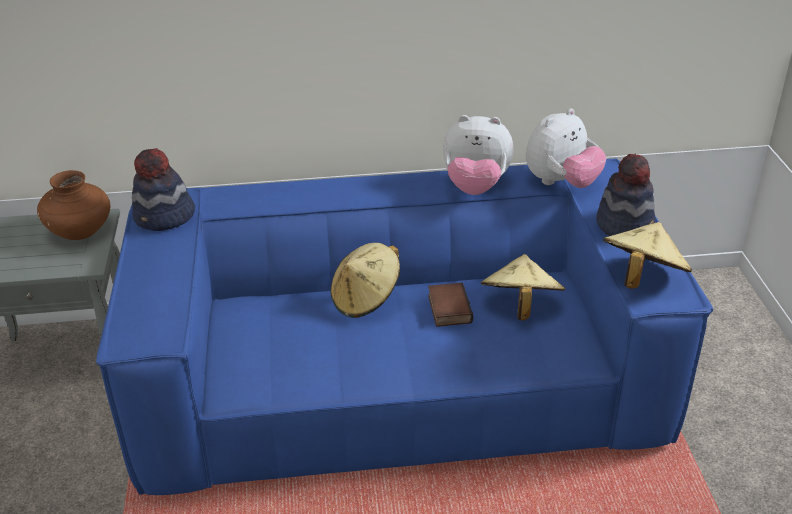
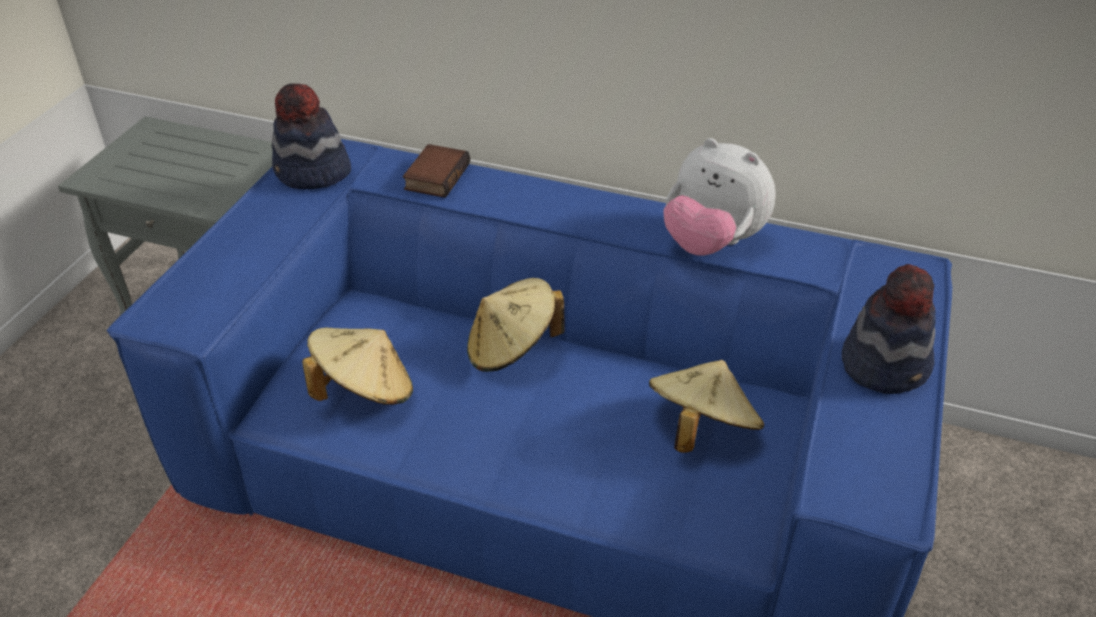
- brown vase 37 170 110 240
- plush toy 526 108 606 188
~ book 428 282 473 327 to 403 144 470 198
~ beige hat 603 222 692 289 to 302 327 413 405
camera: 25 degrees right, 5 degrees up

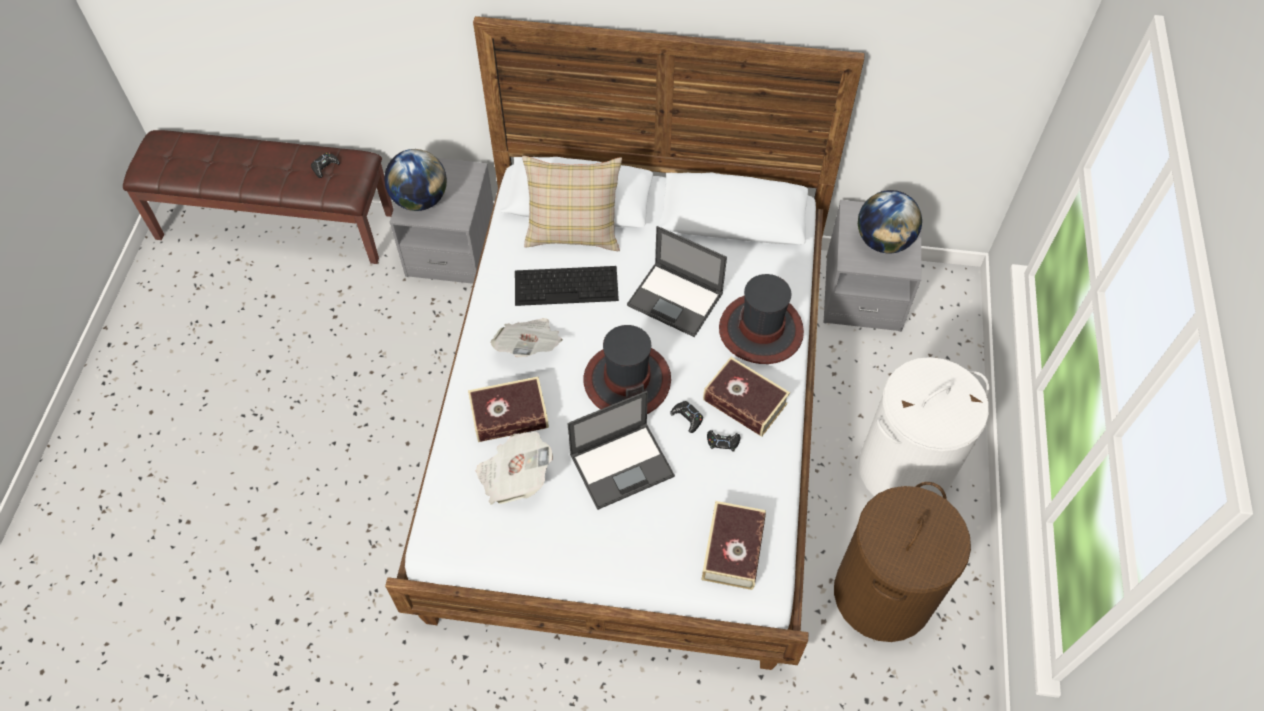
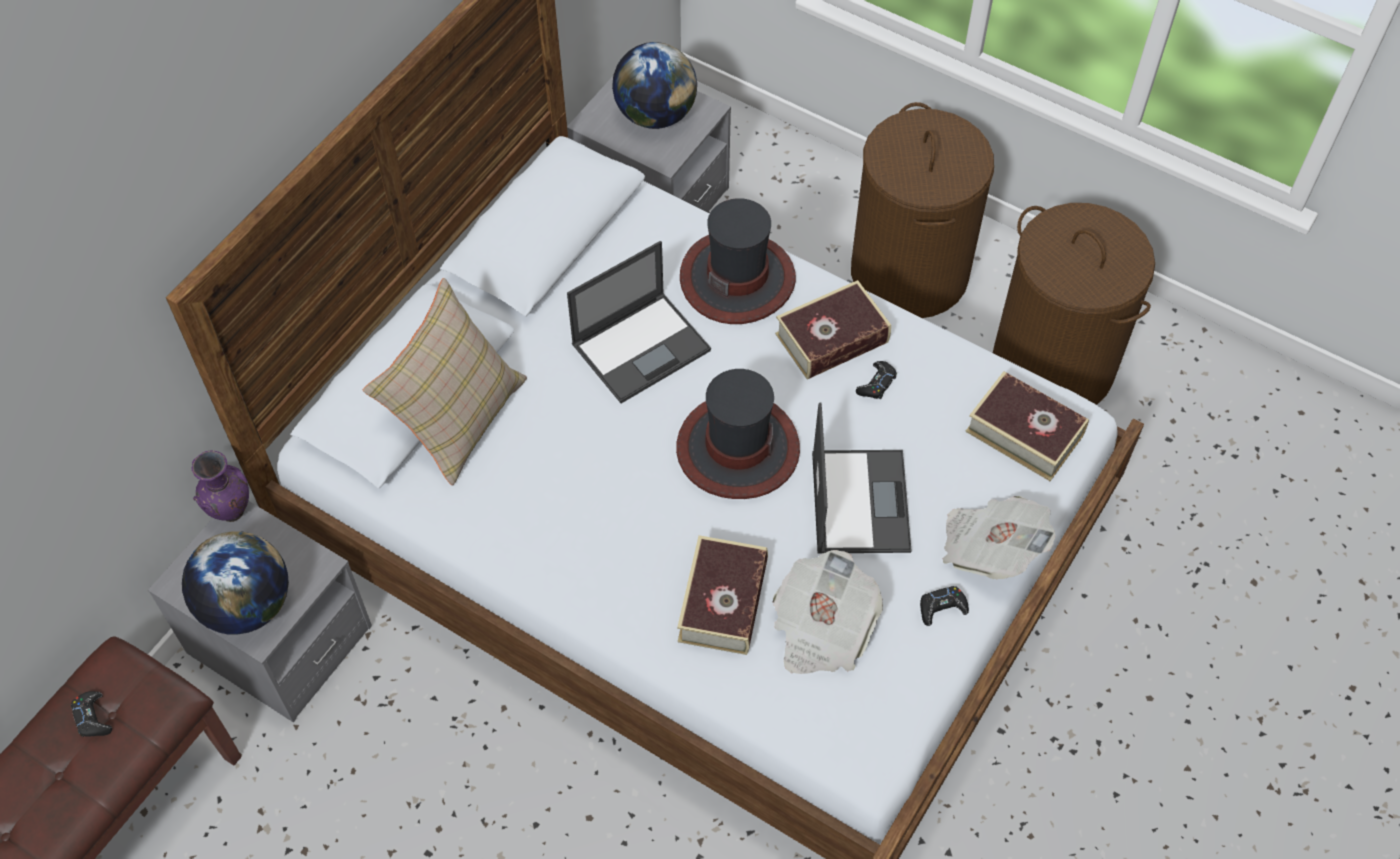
- keyboard 515 266 619 306
+ purple vase 191 451 249 522
~ newspaper 491 318 563 357 to 943 496 1055 579
~ black game controller 670 401 703 433 to 920 586 969 626
~ white laundry basket 859 357 989 497 to brown laundry basket 851 102 994 318
camera: 65 degrees left, 0 degrees up

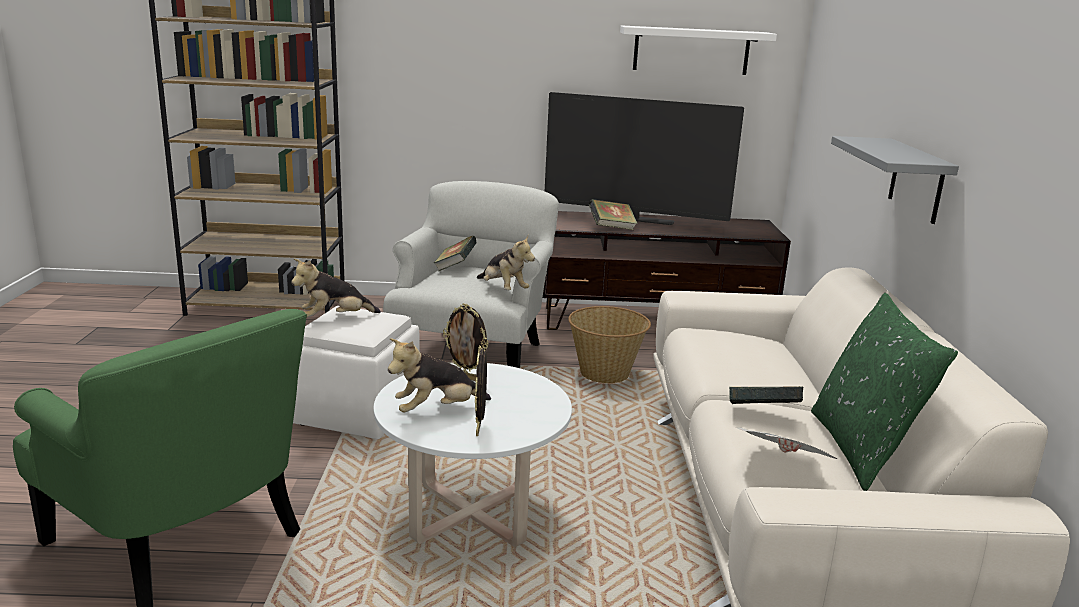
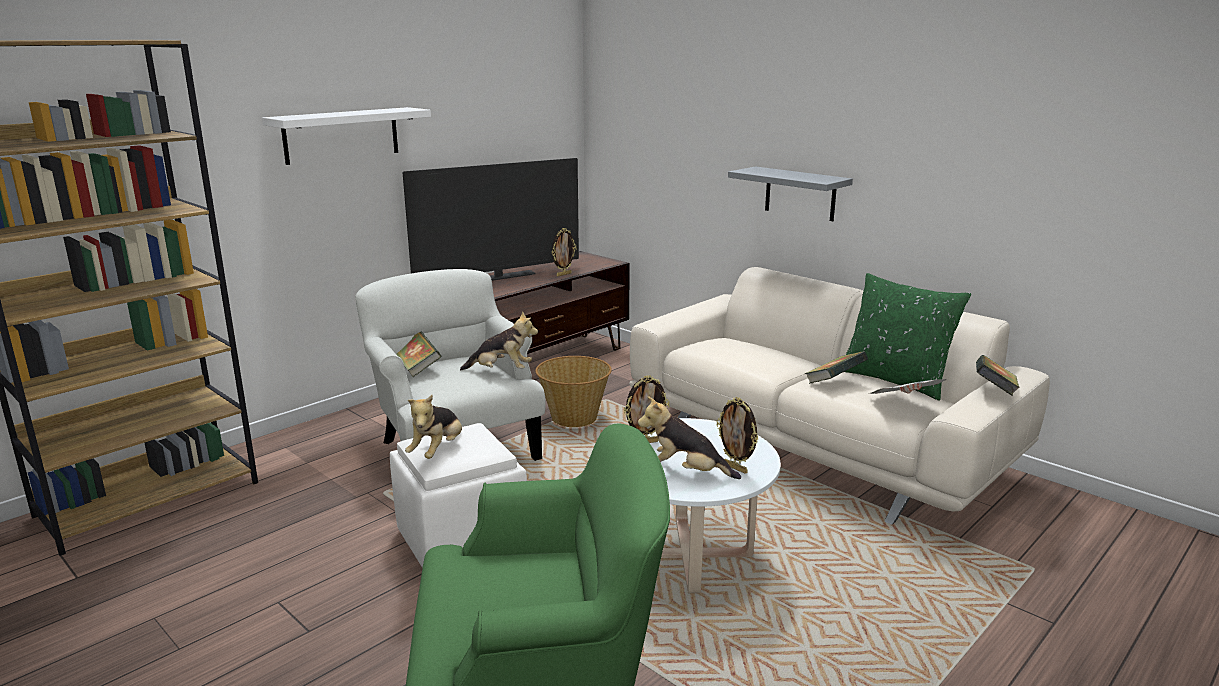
+ picture frame 552 228 576 276
~ book 589 199 638 230 to 976 355 1020 396
~ white shelf 620 25 777 75 to 262 107 431 165
~ plush toy 388 338 491 413 = 638 396 741 479 90 degrees clockwise
camera: 45 degrees left, 0 degrees up

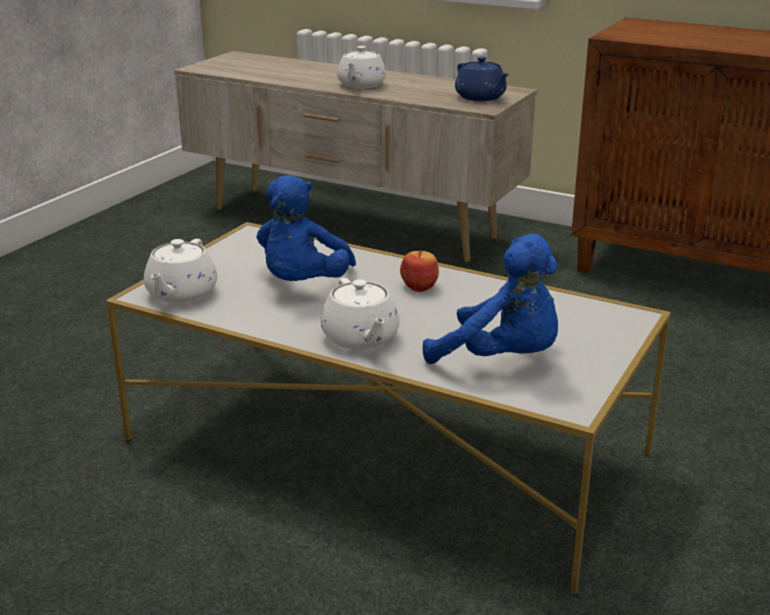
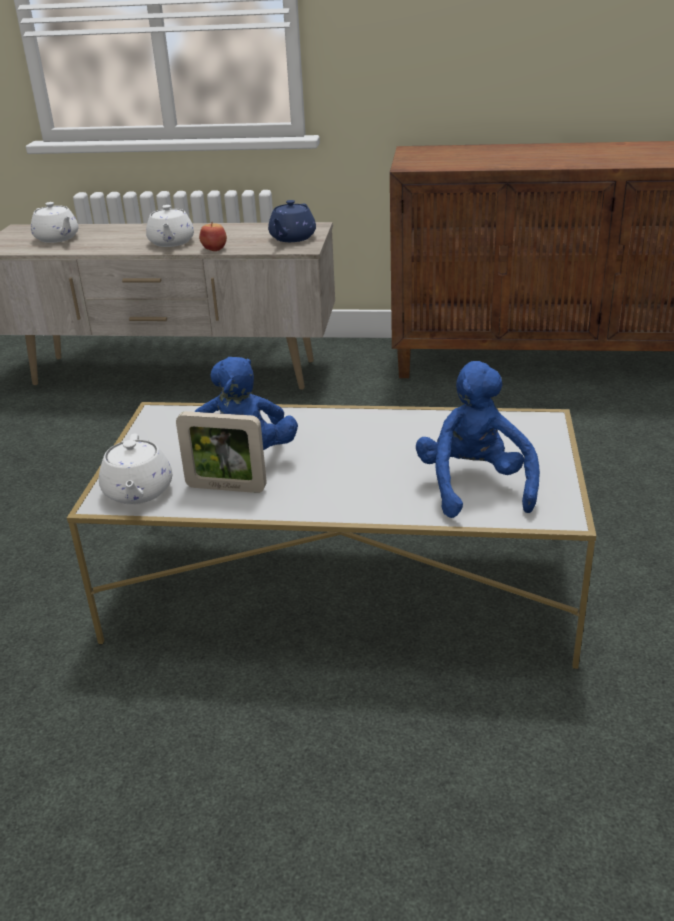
+ picture frame 176 411 267 493
~ white teapot 321 278 400 350 to 31 202 79 243
~ apple 400 250 439 292 to 199 222 227 251
~ blue plush toy 423 234 558 364 = 416 361 540 518 105 degrees counterclockwise
~ blue teapot 455 57 510 101 = 268 200 316 242 75 degrees clockwise
camera: 20 degrees left, 5 degrees up

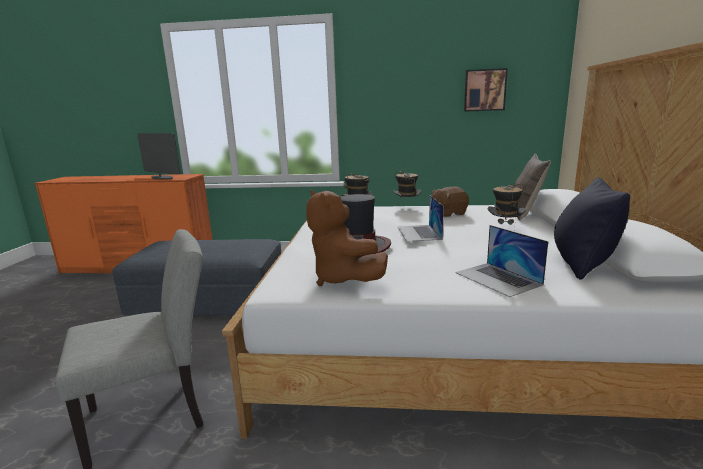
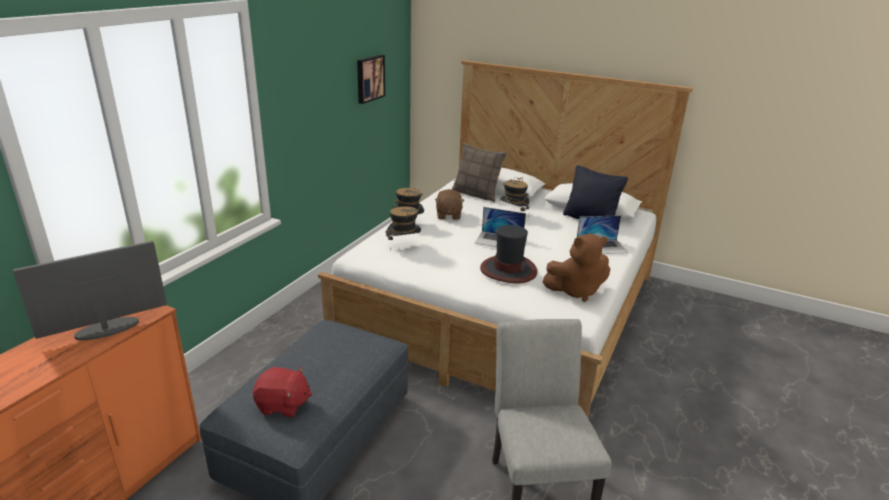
+ red plush toy 253 367 312 417
camera: 70 degrees left, 10 degrees up

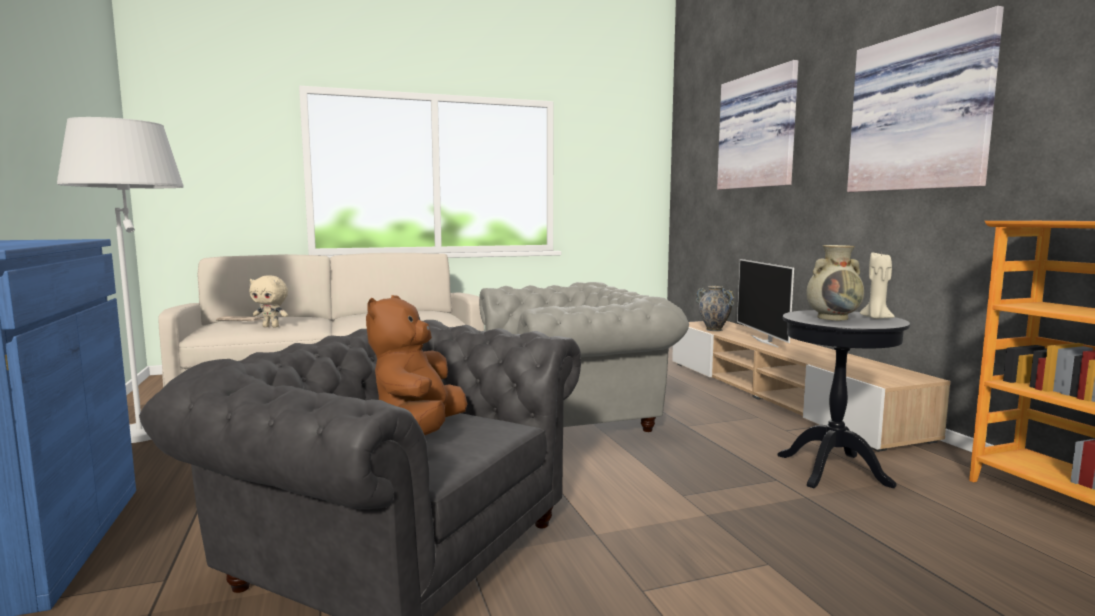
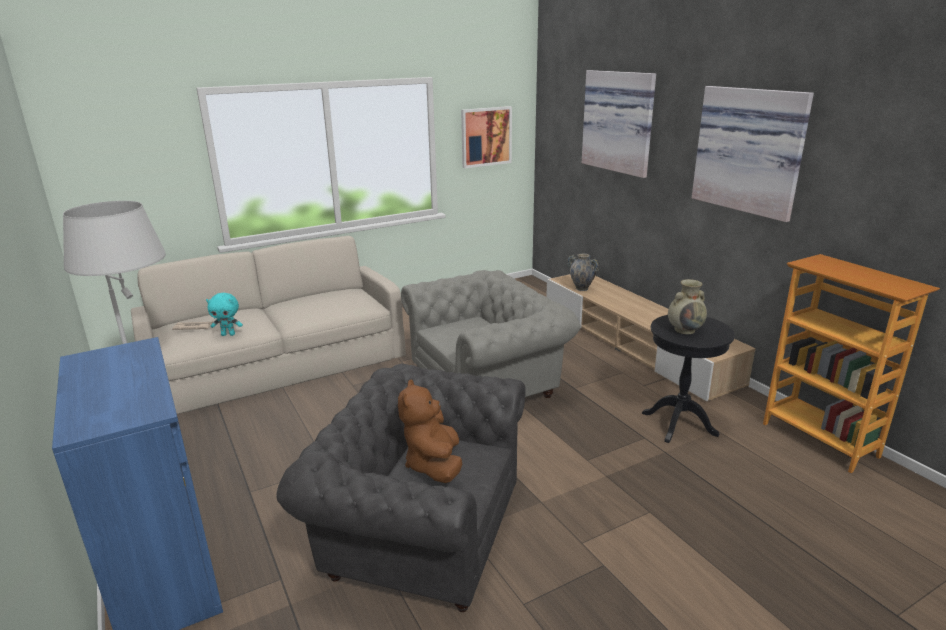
- television 737 259 794 347
- beige candle 860 252 895 319
+ picture 461 106 512 168
~ beige plush toy 250 275 288 327 to turquoise plush toy 206 293 243 336
camera: 10 degrees left, 15 degrees up

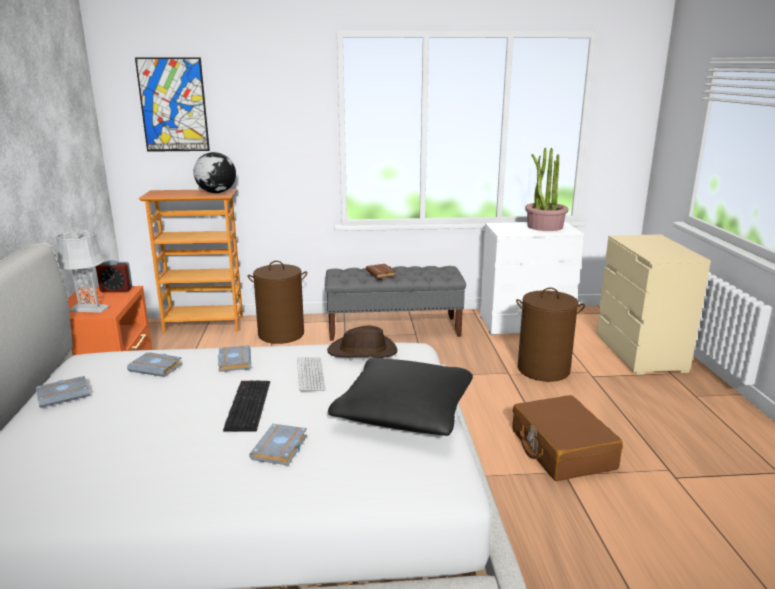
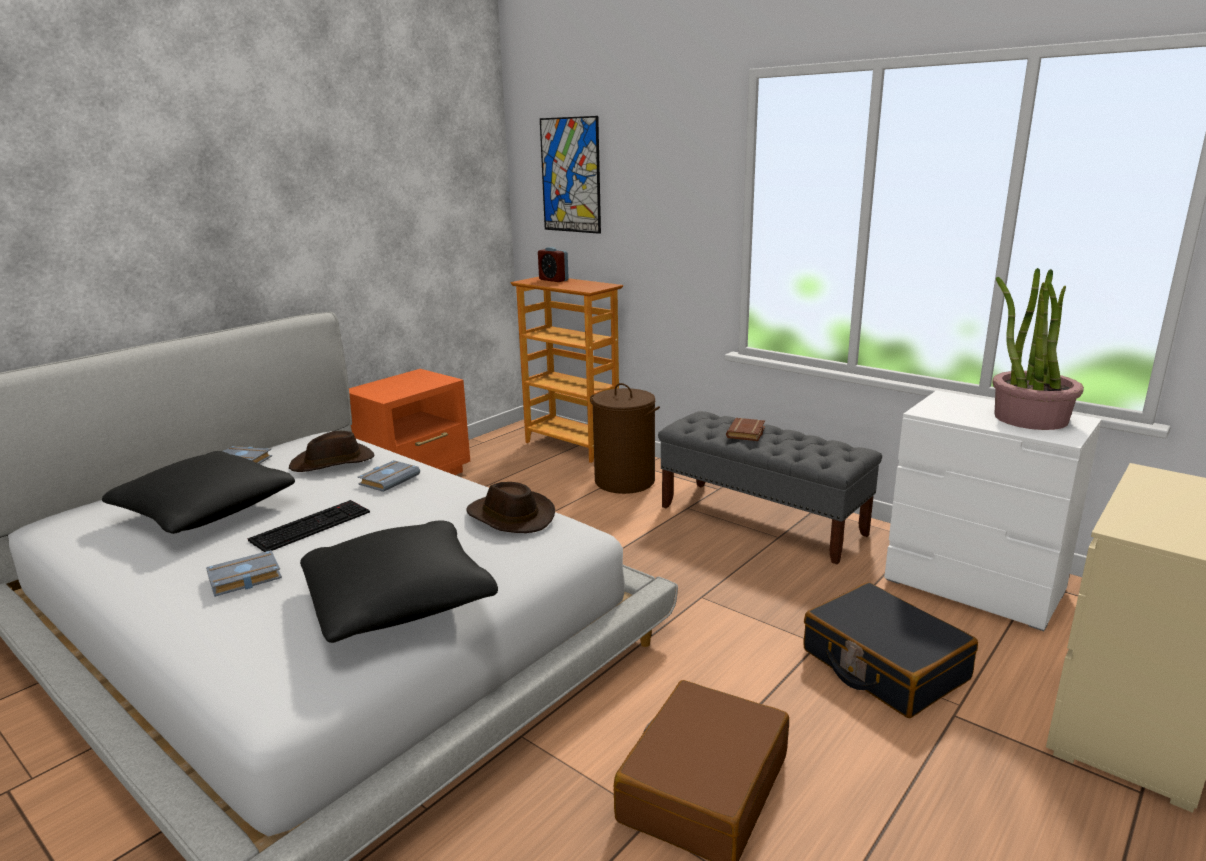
- grey table lamp 56 229 109 313
- globe 193 152 236 193
- keyboard 297 357 326 391
+ black pillow 102 451 295 534
~ alarm clock 96 260 132 292 to 538 247 569 282
~ grey book 127 352 183 377 to brown hat 289 431 374 472
~ brown laundry basket 516 288 585 382 to black suitcase 804 582 978 718
camera: 45 degrees right, 0 degrees up

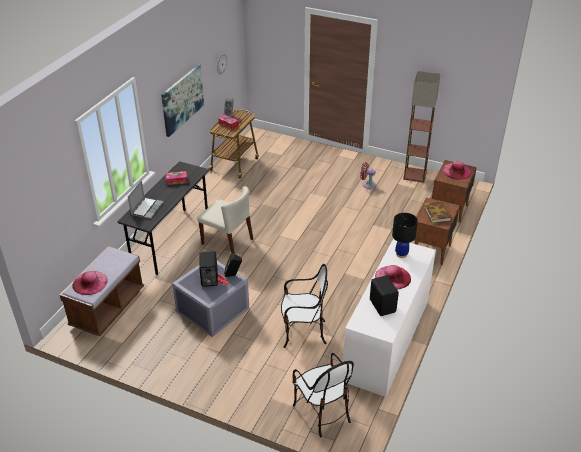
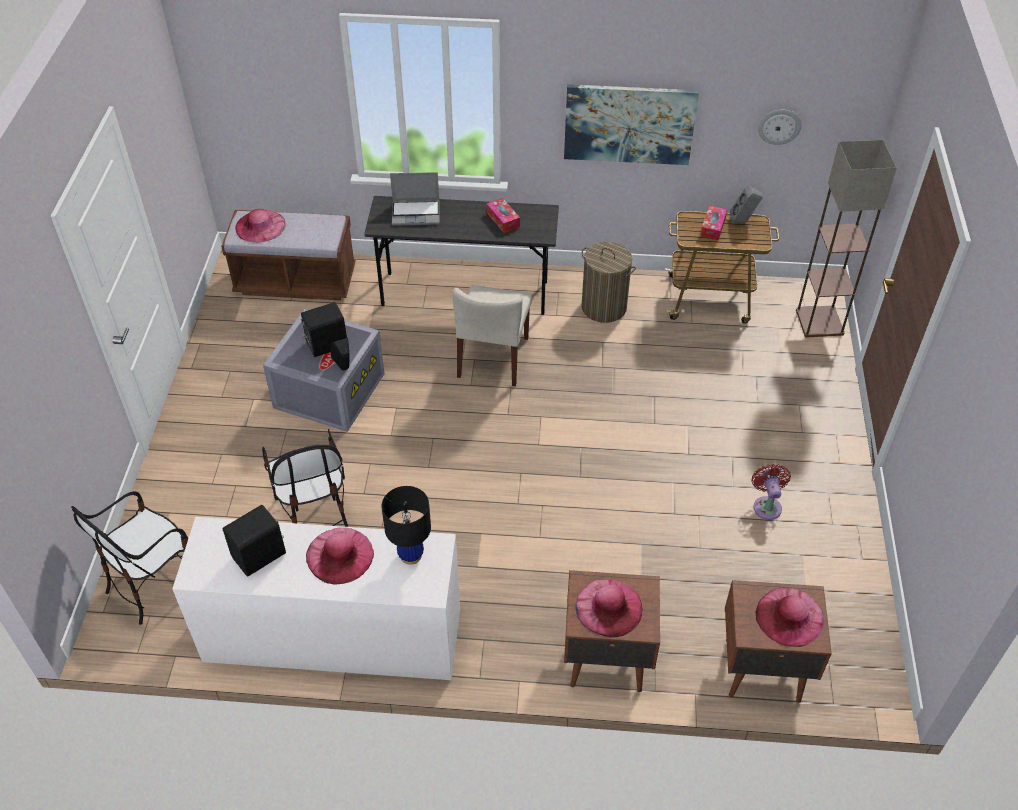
+ laundry basket 581 242 636 323
~ floor lamp 403 71 440 183 to 796 140 897 337
~ book 424 202 452 224 to pink hat 575 579 642 637
camera: 70 degrees right, 10 degrees up

